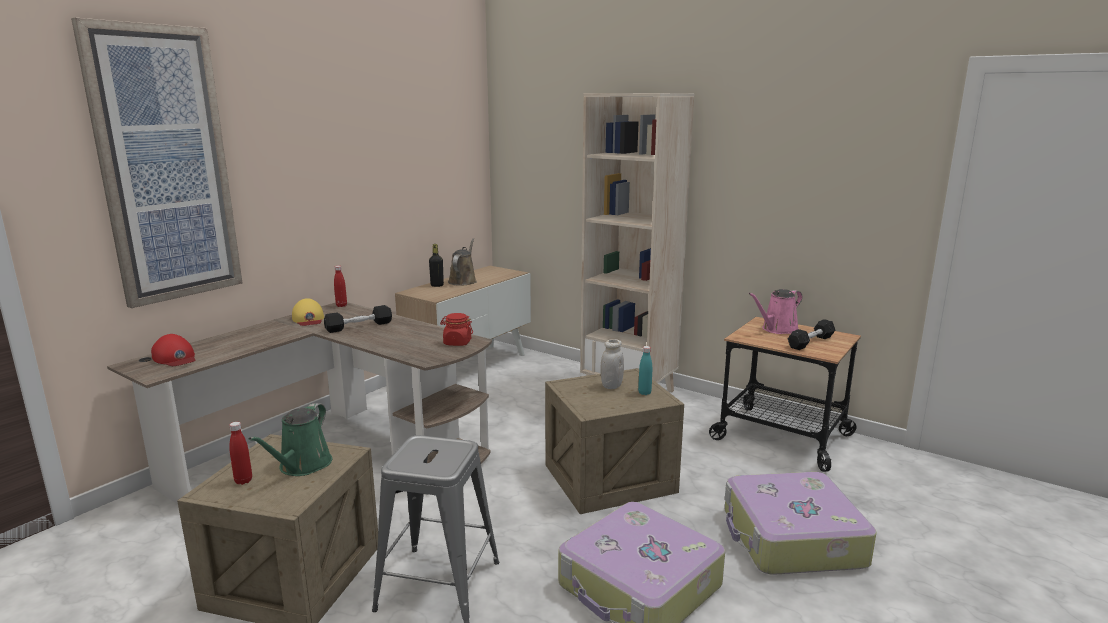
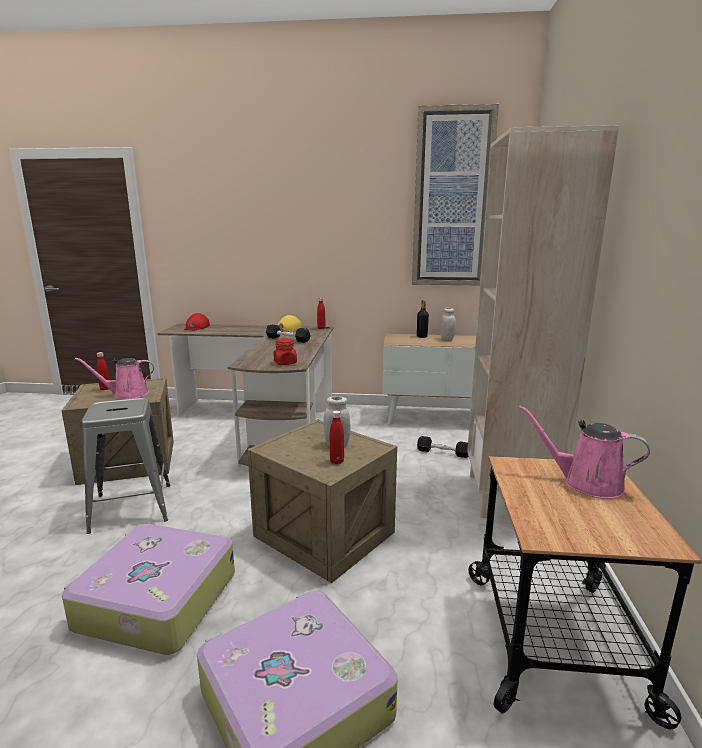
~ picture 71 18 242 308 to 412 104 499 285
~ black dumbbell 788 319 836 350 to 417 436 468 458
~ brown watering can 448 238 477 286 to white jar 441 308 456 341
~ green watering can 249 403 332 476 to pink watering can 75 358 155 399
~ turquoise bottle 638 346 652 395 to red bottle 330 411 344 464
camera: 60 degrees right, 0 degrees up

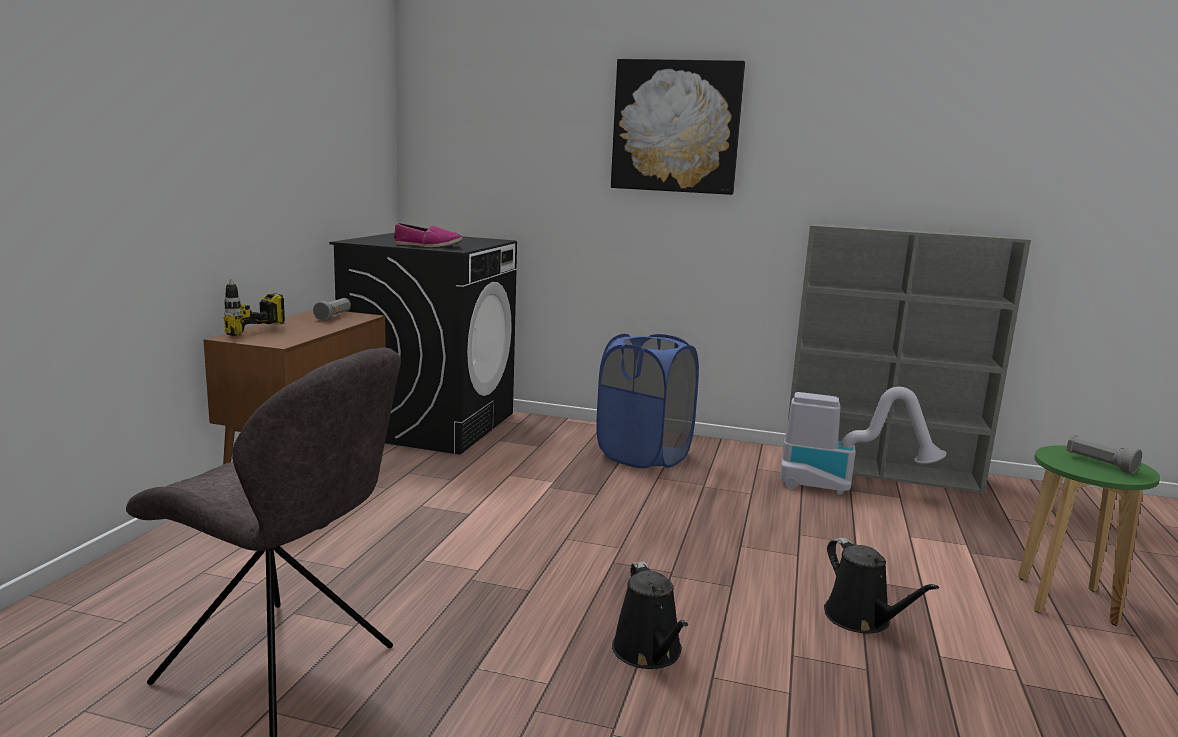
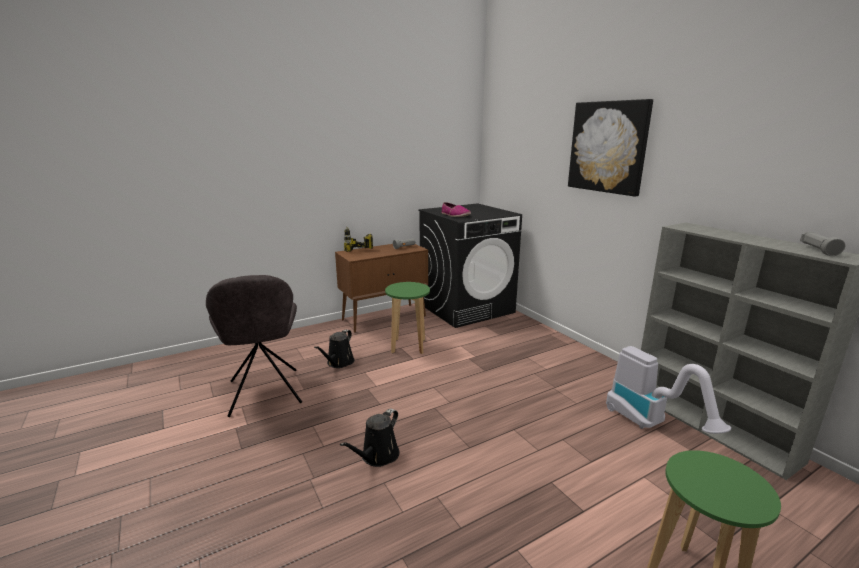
- blue laundry basket 596 334 699 469
+ green stool 385 282 430 354
~ black watering can 824 538 939 633 to 314 329 355 368
~ grey flashlight 1066 434 1142 474 to 800 231 845 256
camera: 45 degrees right, 5 degrees up

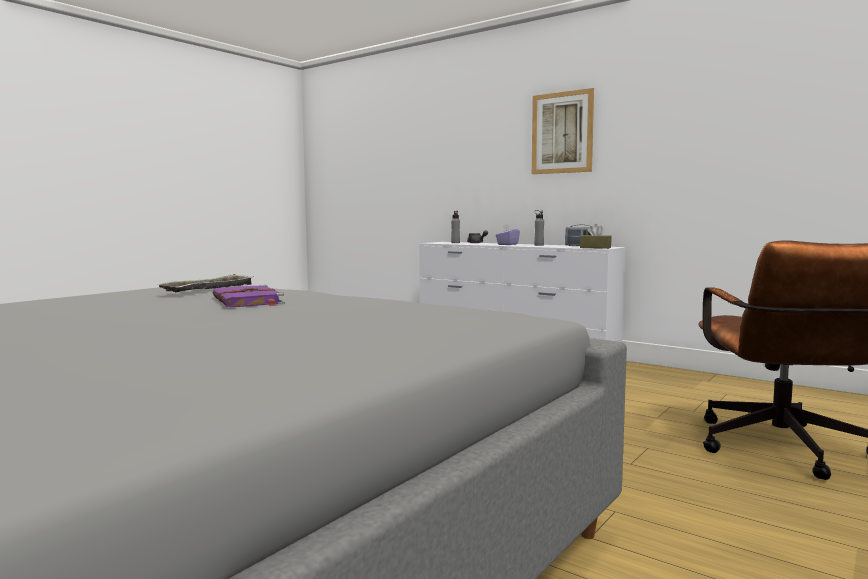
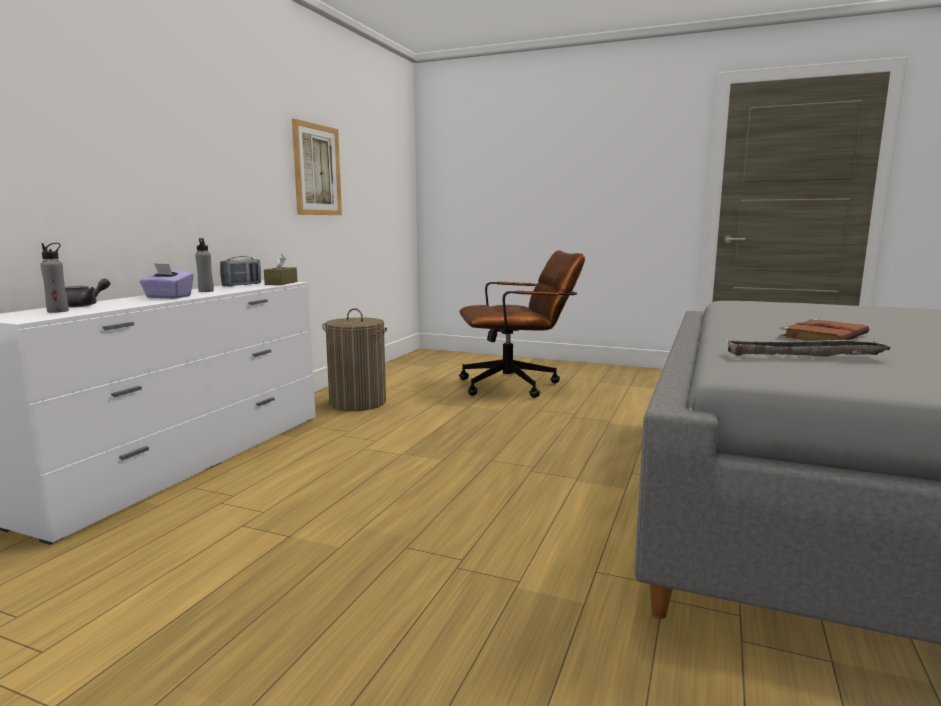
+ laundry basket 322 308 387 411
~ picture 532 88 594 174 to 292 119 342 215
~ purple book 212 285 285 307 to brown book 779 319 870 341
camera: 105 degrees left, 5 degrees up

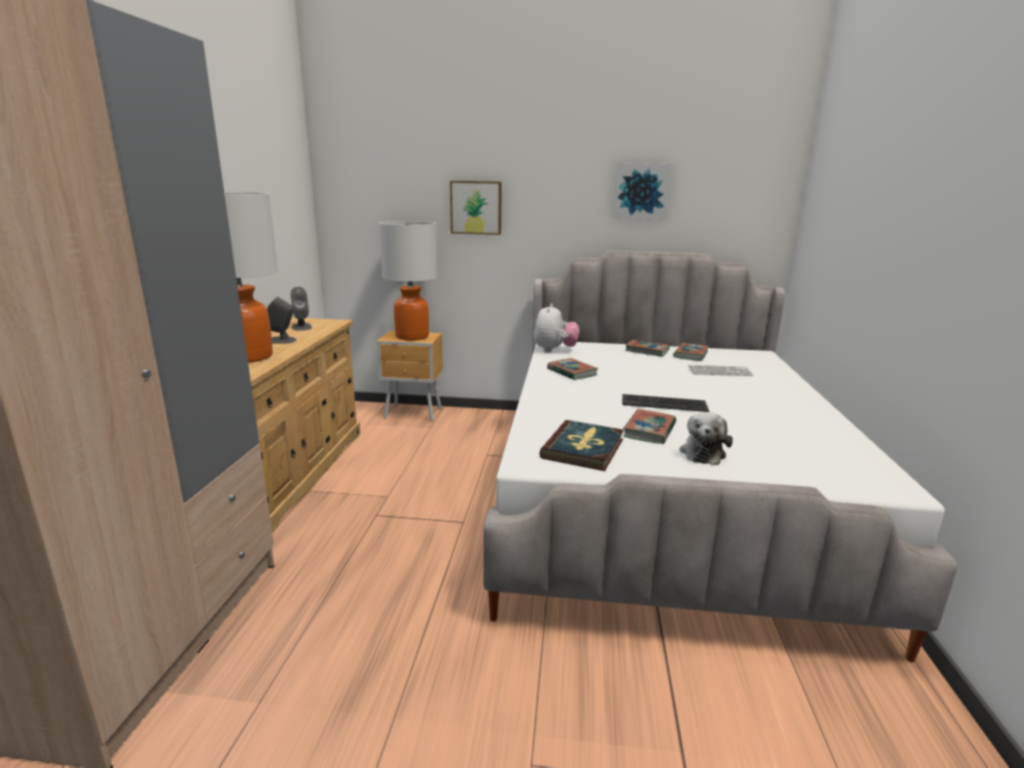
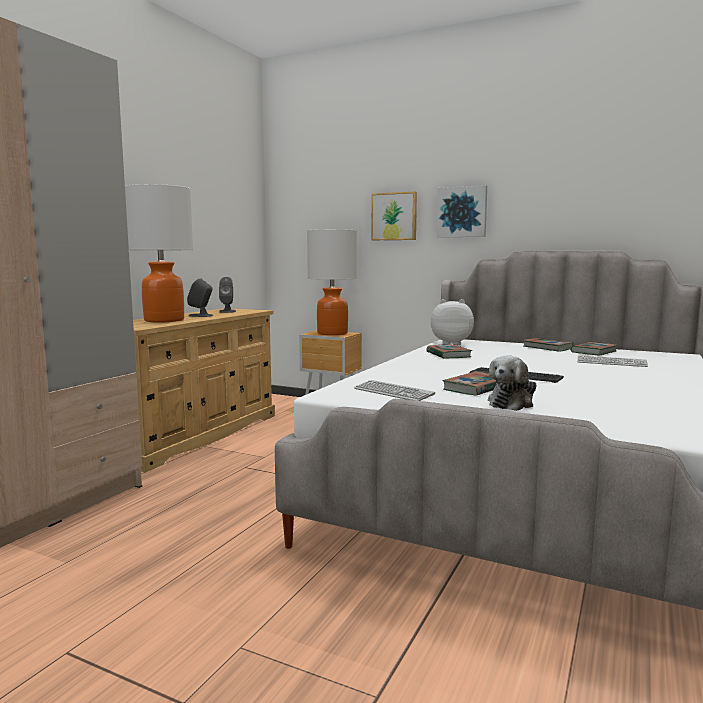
~ picture 613 163 672 220 to 436 185 487 237
~ book 540 420 624 471 to keyboard 354 380 435 401
~ plush toy 534 303 579 352 = 431 299 474 345 120 degrees counterclockwise
camera: 20 degrees right, 10 degrees down

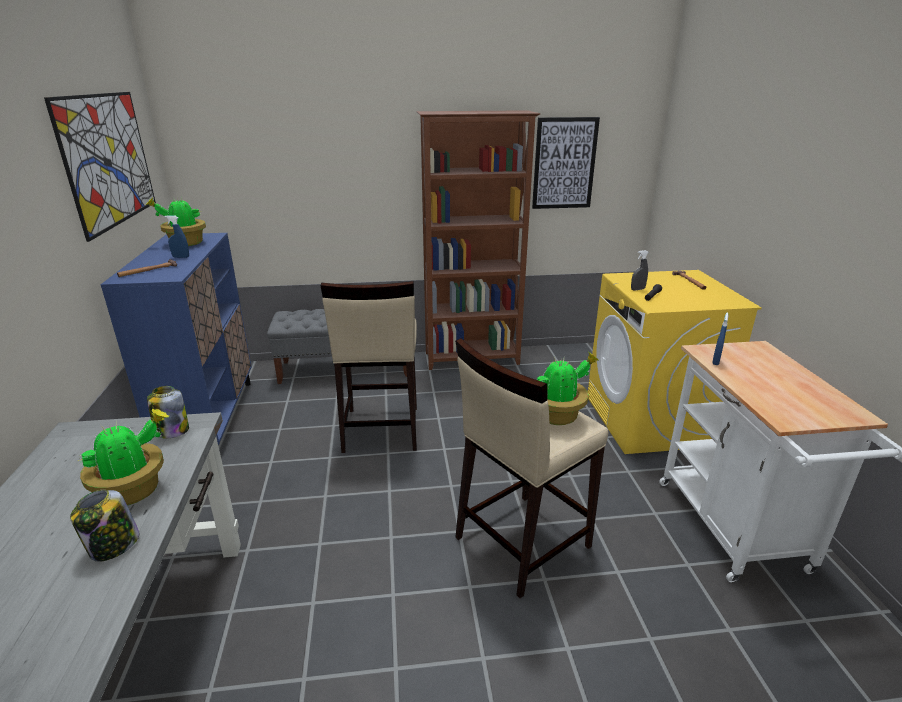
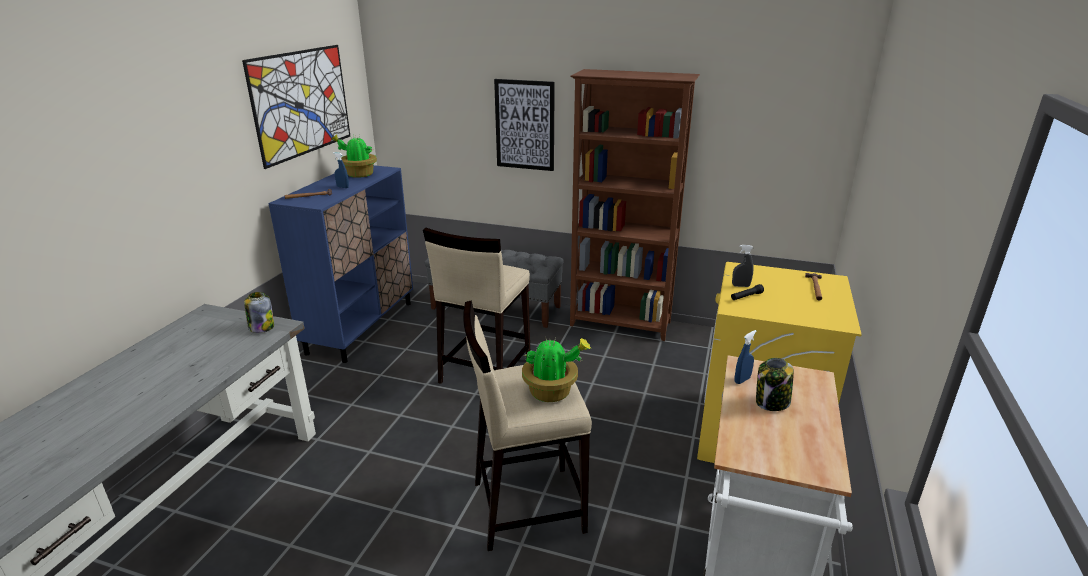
- potted plant 78 409 169 505
~ jar 70 490 140 562 to 756 358 794 411
~ picture 532 117 600 209 to 494 79 555 171
camera: 25 degrees right, 0 degrees up

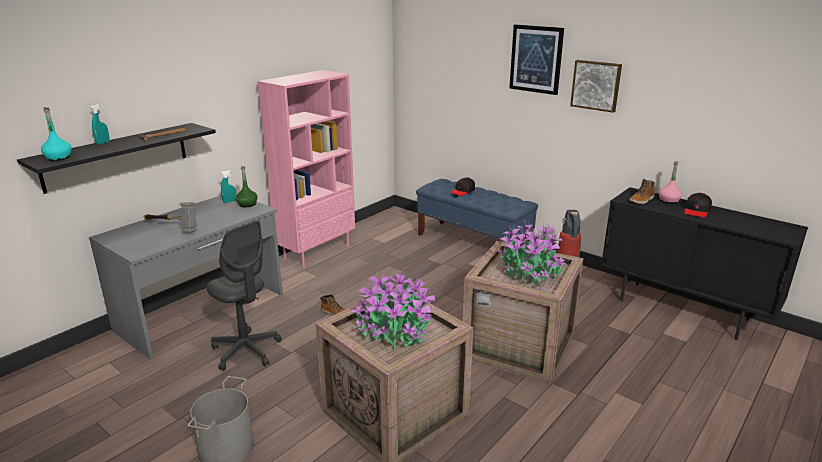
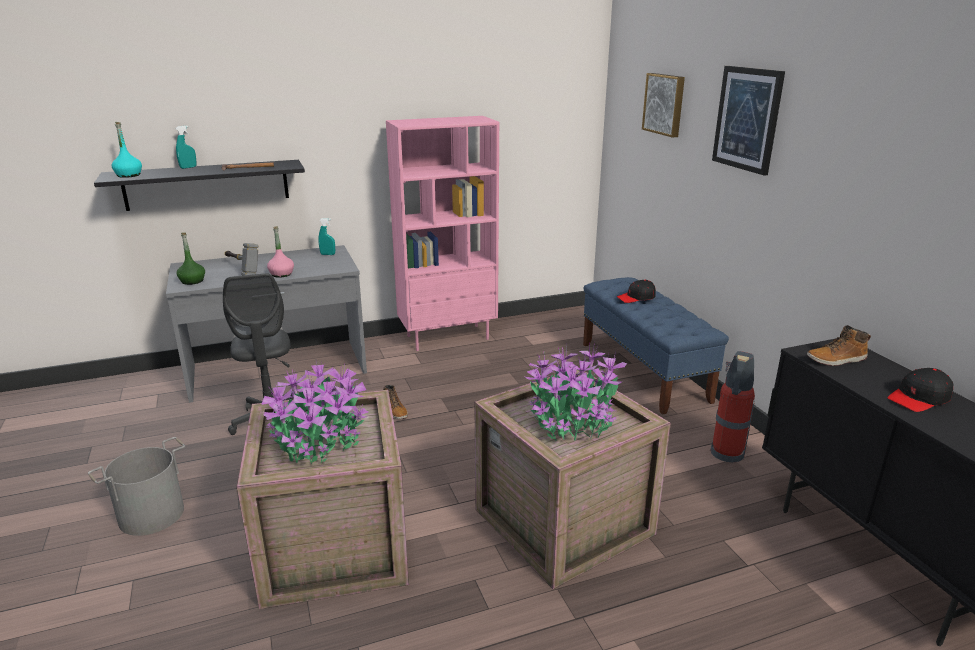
~ green bottle 236 166 258 207 to 176 233 205 285
~ picture 570 60 622 113 to 642 73 685 138
~ pink bottle 659 161 682 204 to 267 226 294 278
camera: 30 degrees right, 0 degrees up

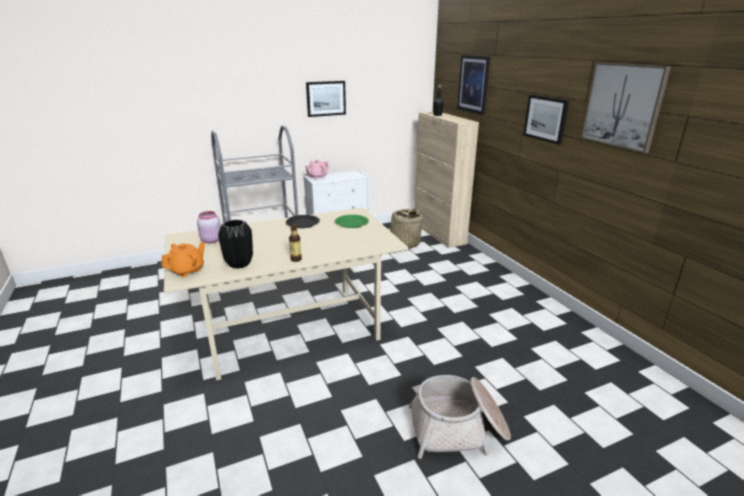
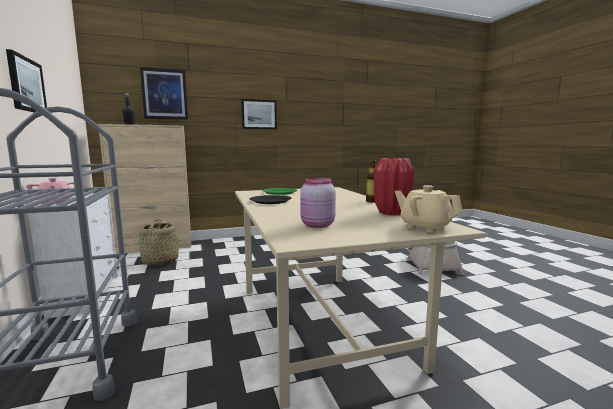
- picture 581 62 671 153
~ orange teapot 161 242 205 277 to beige teapot 395 185 462 233
~ black vase 218 219 253 269 to red vase 374 158 415 215
camera: 85 degrees left, 15 degrees down

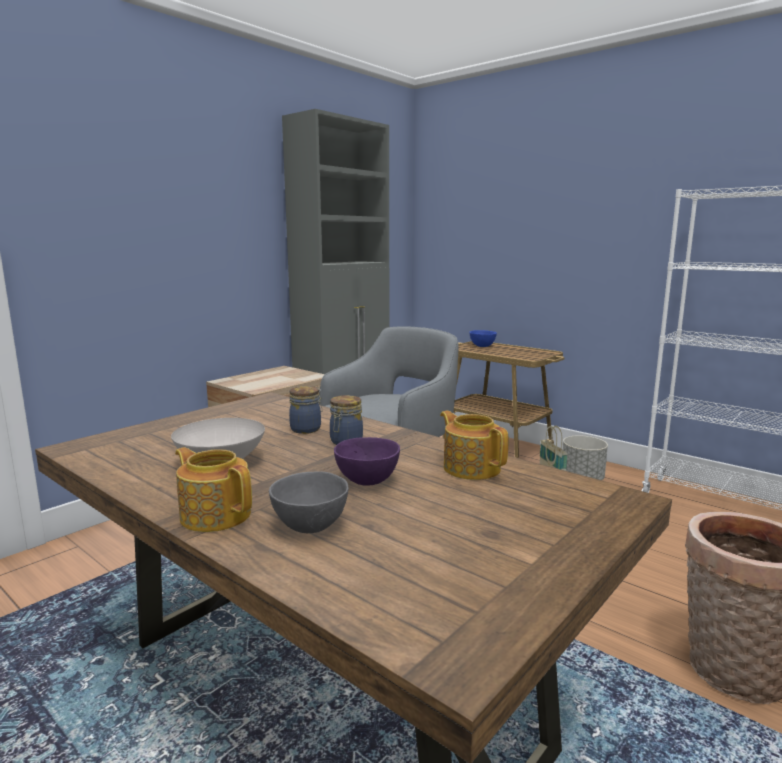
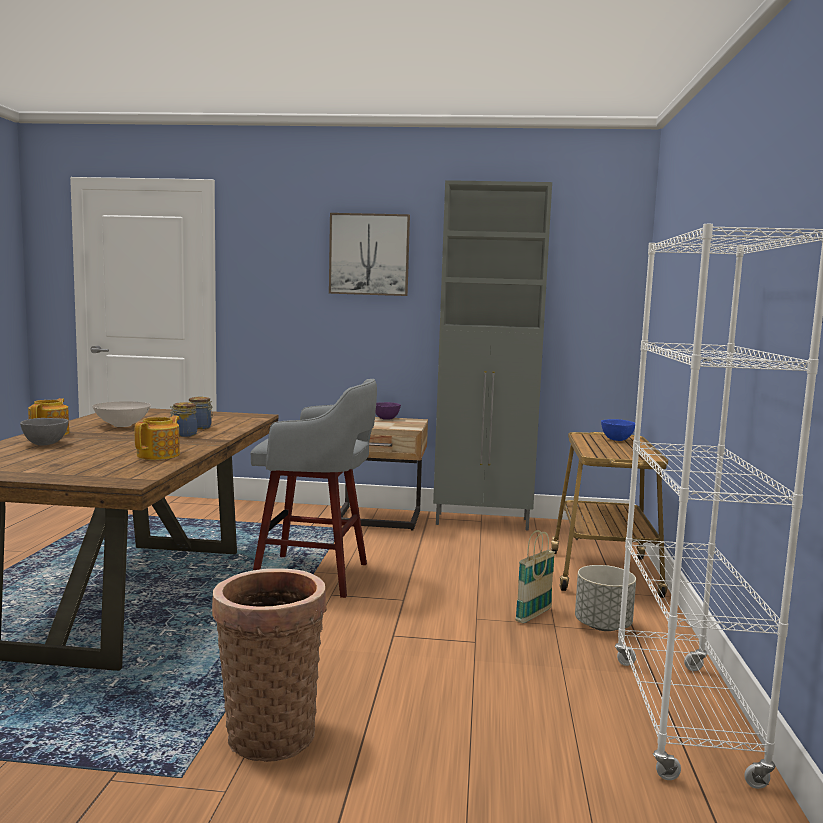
+ picture 329 213 410 296
~ purple bowl 334 437 400 486 to 375 402 401 420
camera: 55 degrees right, 5 degrees down

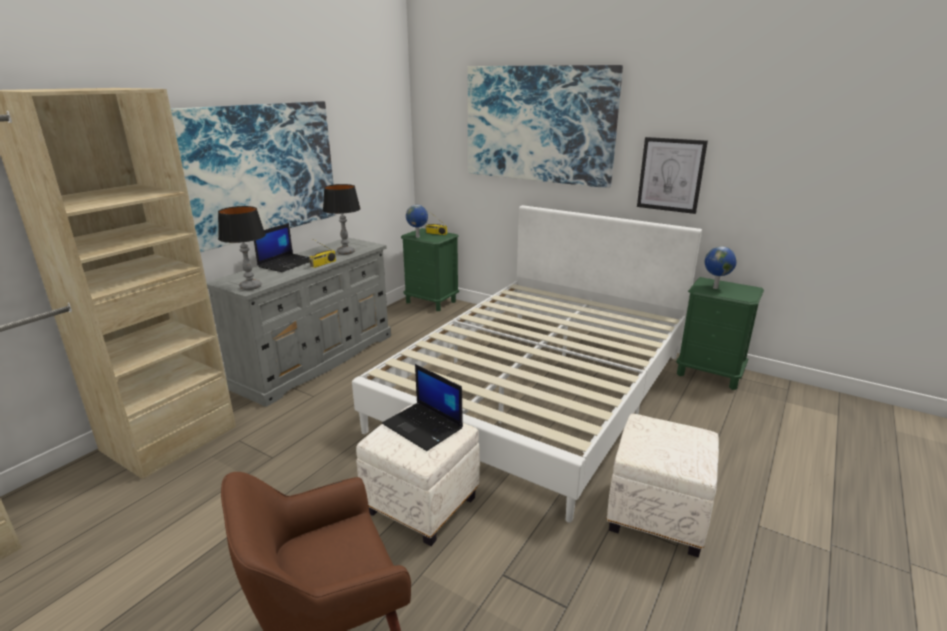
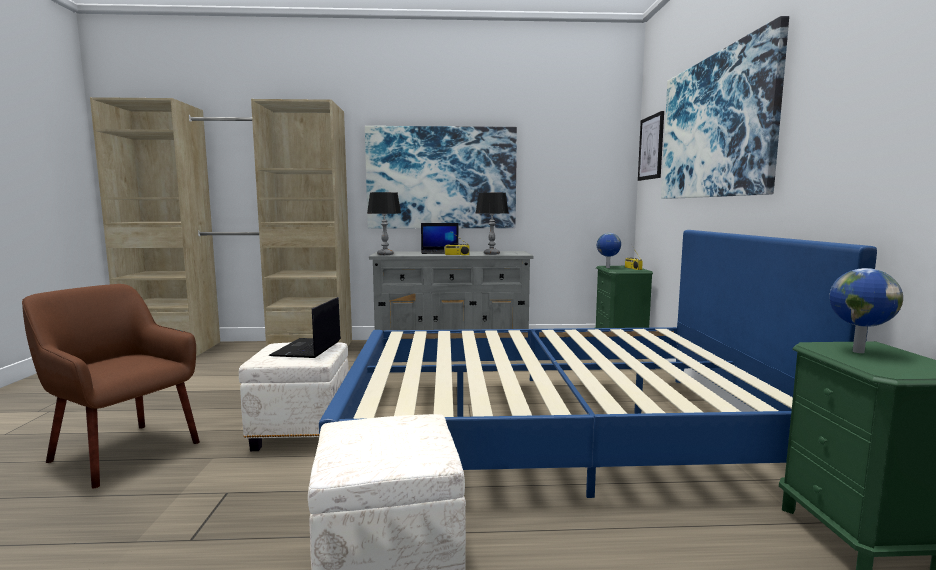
~ picture 637 137 708 214 to 638 111 664 181
~ white bed 352 205 702 523 to blue bed 319 230 877 498
camera: 55 degrees right, 15 degrees down

